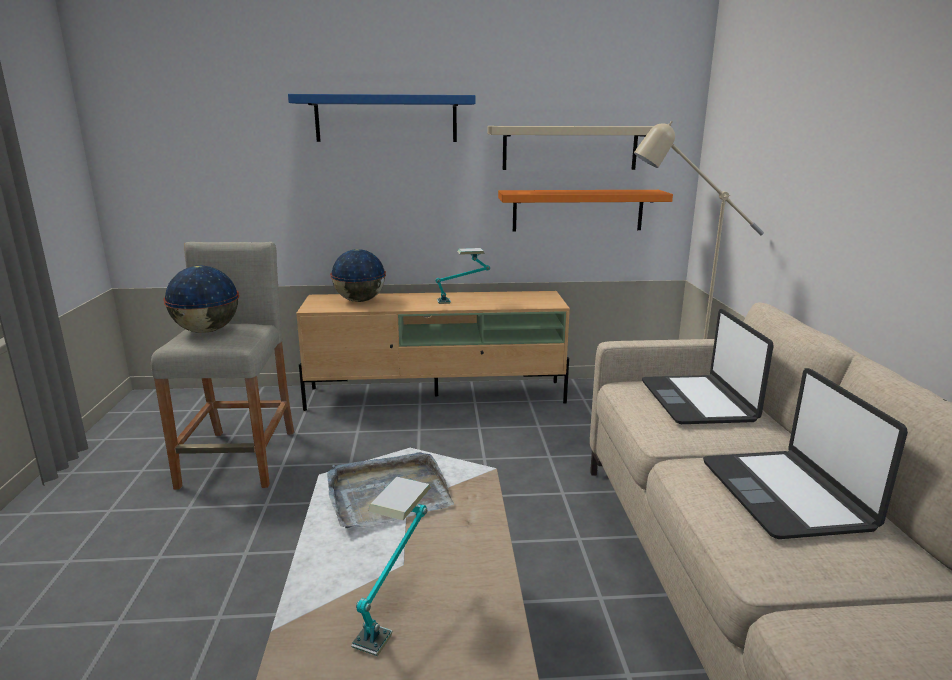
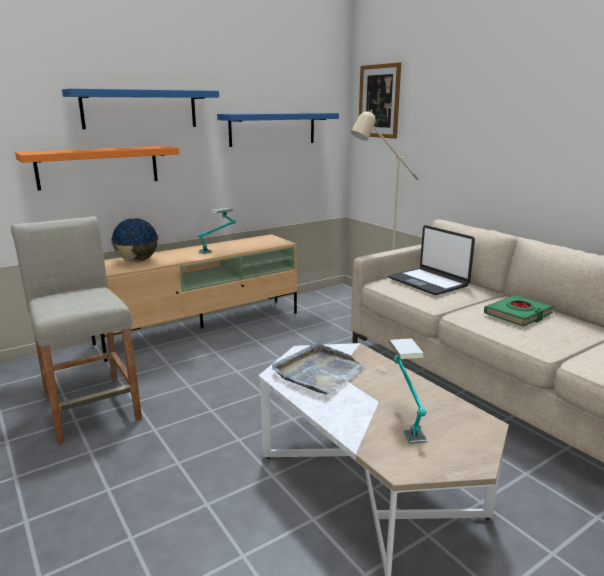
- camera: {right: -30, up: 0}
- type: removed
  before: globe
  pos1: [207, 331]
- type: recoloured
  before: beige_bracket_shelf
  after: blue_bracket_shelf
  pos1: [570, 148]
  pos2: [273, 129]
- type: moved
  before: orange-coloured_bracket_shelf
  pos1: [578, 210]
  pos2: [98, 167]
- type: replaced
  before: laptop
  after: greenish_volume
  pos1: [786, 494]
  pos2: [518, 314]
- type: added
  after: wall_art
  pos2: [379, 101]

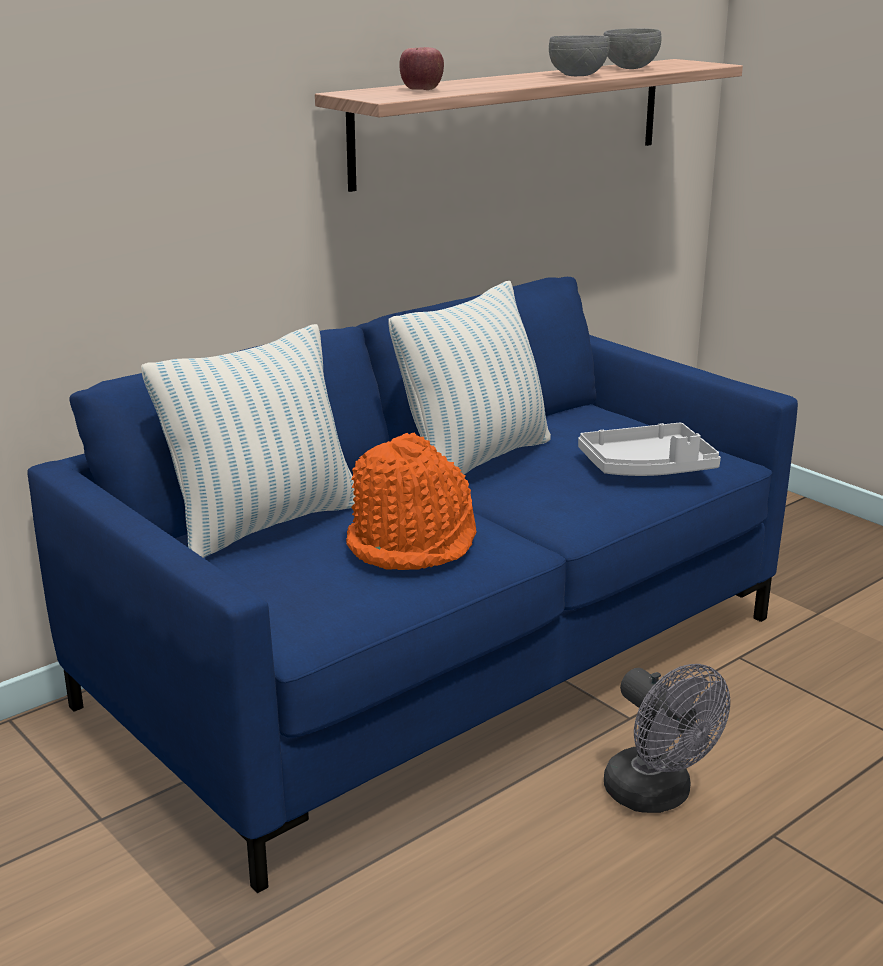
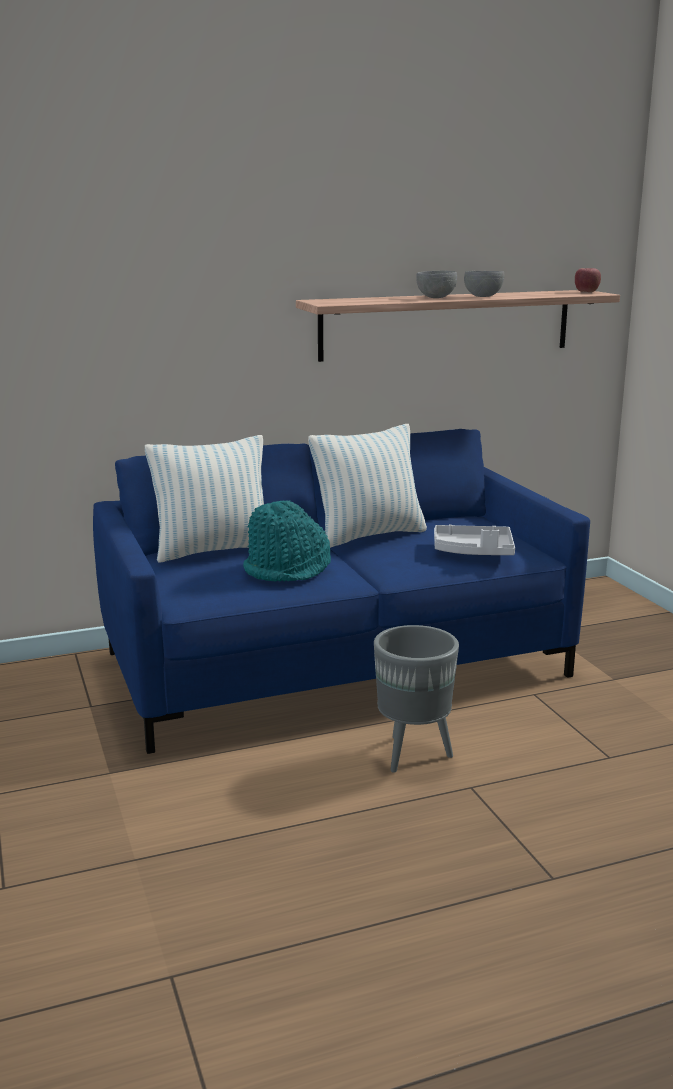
- camera: {right: 20, up: -5}
- type: recoloured
  before: orange-coloured_clothing_hat
  after: turquoise_clothing_hat
  pos1: [413, 542]
  pos2: [288, 570]
- type: moved
  before: whole_apple
  pos1: [421, 90]
  pos2: [586, 292]
- type: moved
  before: gray_bowl
  pos1: [631, 68]
  pos2: [436, 297]
- type: replaced
  before: gray_electric_fan
  after: gray_plant_pot
  pos1: [657, 796]
  pos2: [413, 754]

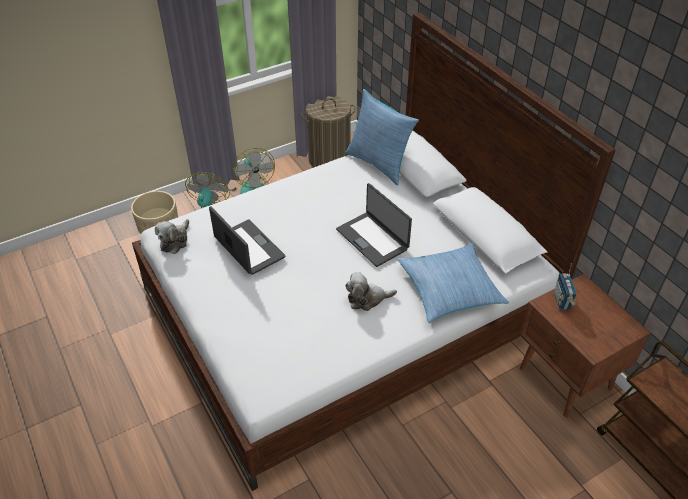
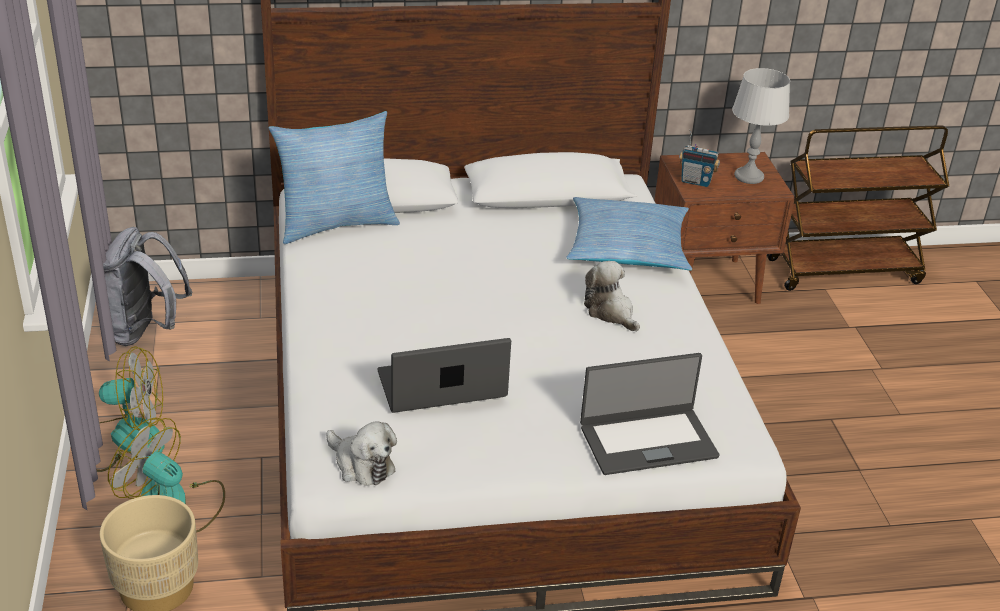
- camera: {right: -70, up: -10}
- type: replaced
  before: washing_basket
  after: gray_rucksack
  pos1: [329, 159]
  pos2: [144, 331]
- type: moved
  before: laptop
  pos1: [373, 239]
  pos2: [647, 441]
- type: turned
  before: cuddly_toy
  pos1: [367, 299]
  pos2: [611, 312]
  turn: 135
- type: added
  after: gray_lamp_for_a_table
  pos2: [749, 177]

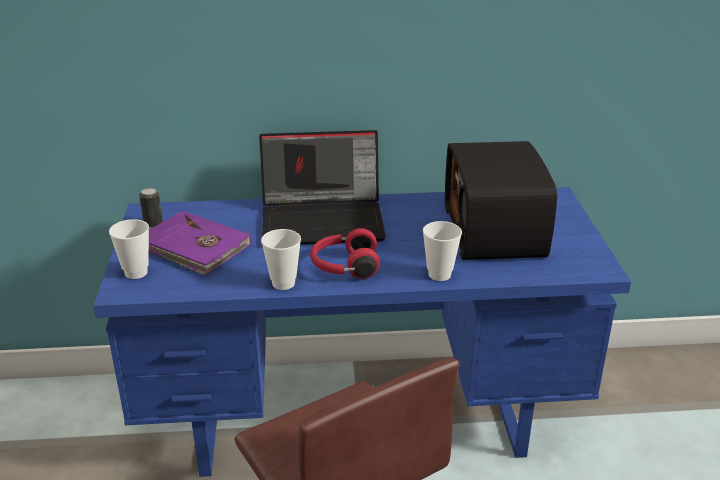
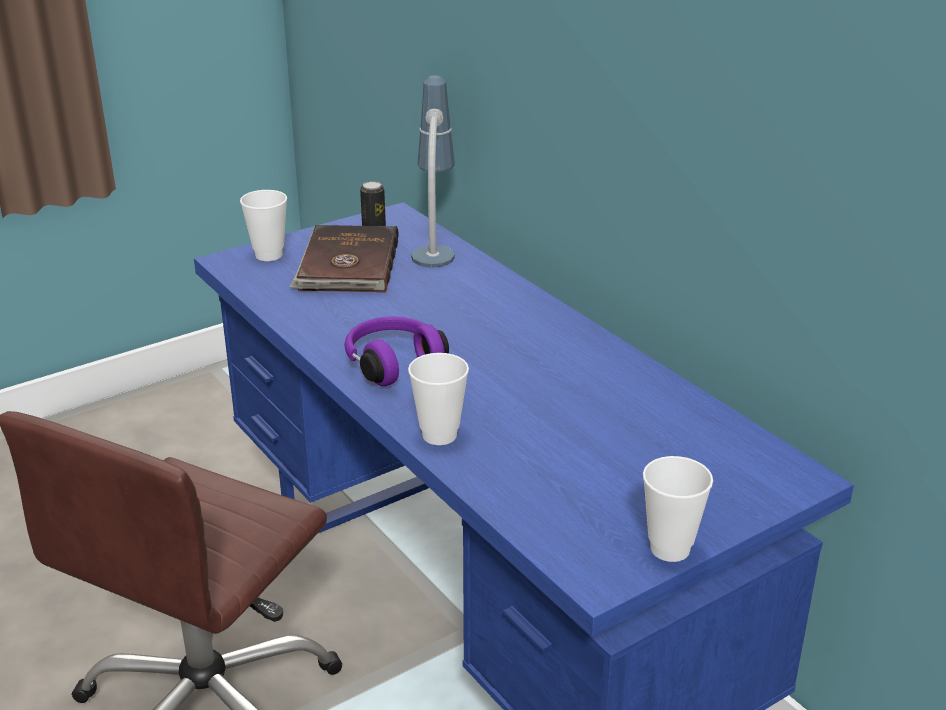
- camera: {right: 60, up: 0}
- type: recoloured
  before: purple-coloured_volume
  after: brownish_volume
  pos1: [194, 247]
  pos2: [347, 265]
- type: removed
  before: laptop
  pos1: [324, 220]
- type: moved
  before: drinking_cup
  pos1: [283, 283]
  pos2: [670, 549]
- type: recoloured
  before: red_headphones
  after: purple-coloured_headphones
  pos1: [344, 267]
  pos2: [392, 363]
- type: removed
  before: radio_set
  pos1: [496, 232]
- type: added
  after: lamp_for_a_table
  pos2: [435, 244]

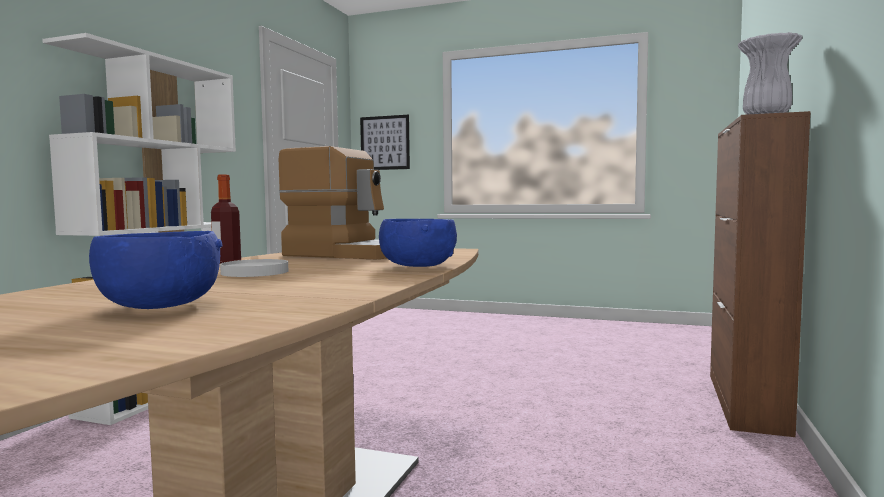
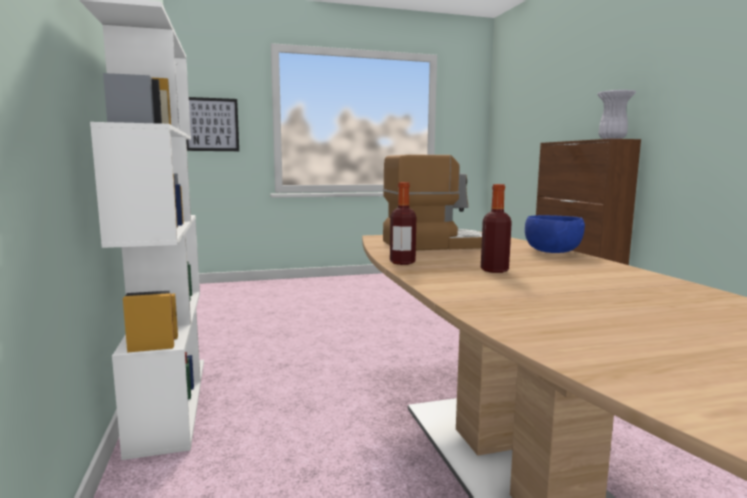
- camera: {right: -35, up: 5}
- type: removed
  before: blue_bowl
  pos1: [160, 307]
- type: replaced
  before: white-coloured_dinner_plate
  after: drink_bottle
  pos1: [254, 272]
  pos2: [494, 270]

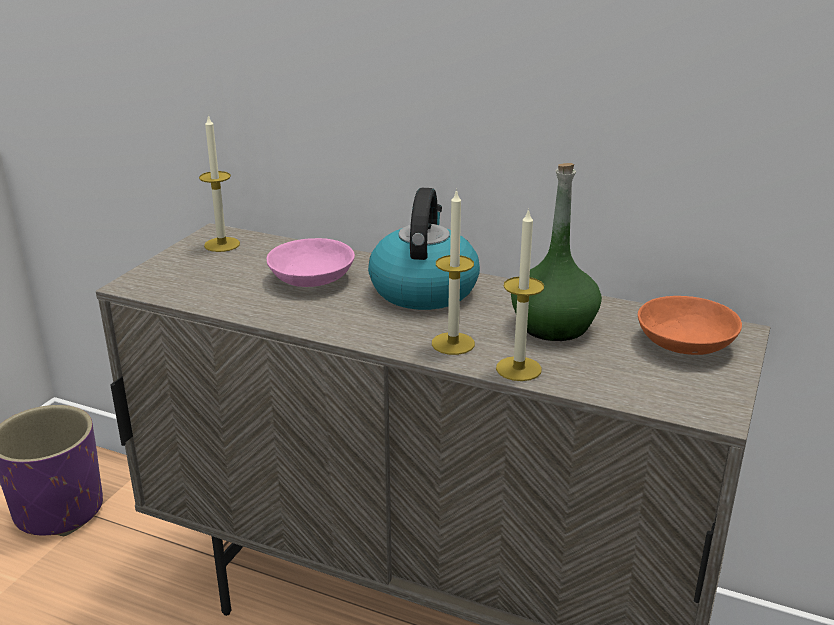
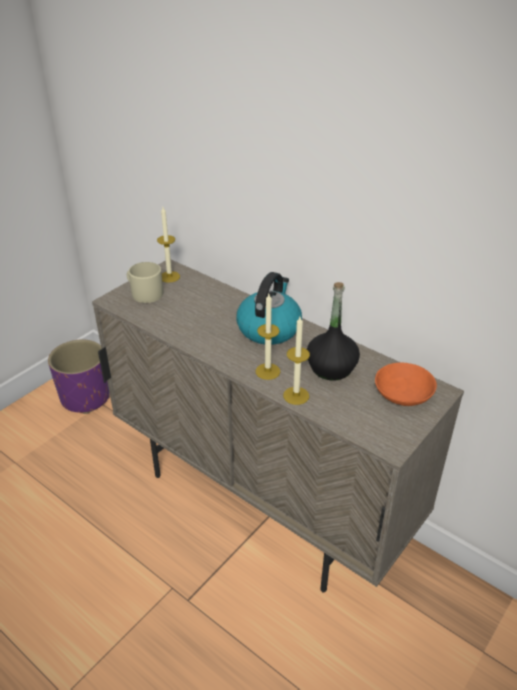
- camera: {right: 15, up: 10}
- type: removed
  before: pink-coloured_bowl
  pos1: [310, 277]
- type: recoloured
  before: greenish_drink_bottle
  after: black_drink_bottle
  pos1: [553, 325]
  pos2: [331, 368]
- type: added
  after: beige_tea_mug
  pos2: [144, 293]

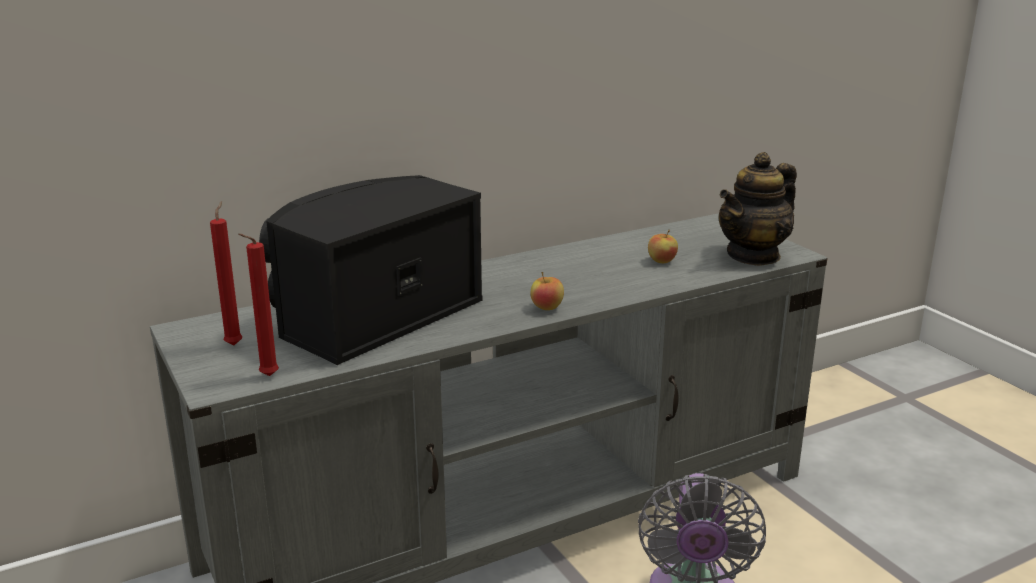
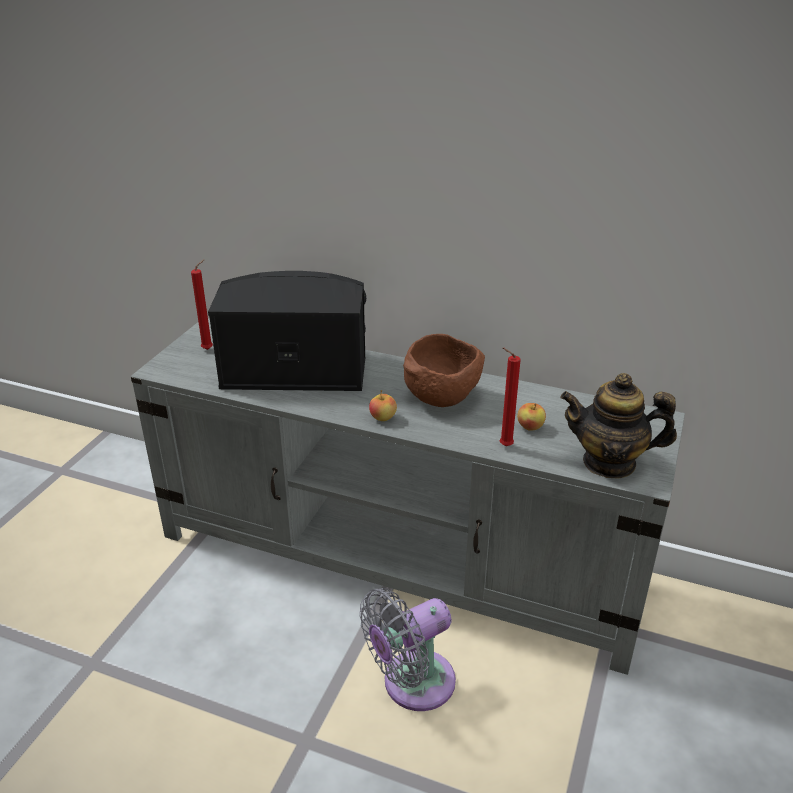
- camera: {right: 50, up: 10}
- type: moved
  before: red_candle
  pos1: [266, 377]
  pos2: [503, 446]
- type: added
  after: brownish_bowl
  pos2: [442, 397]

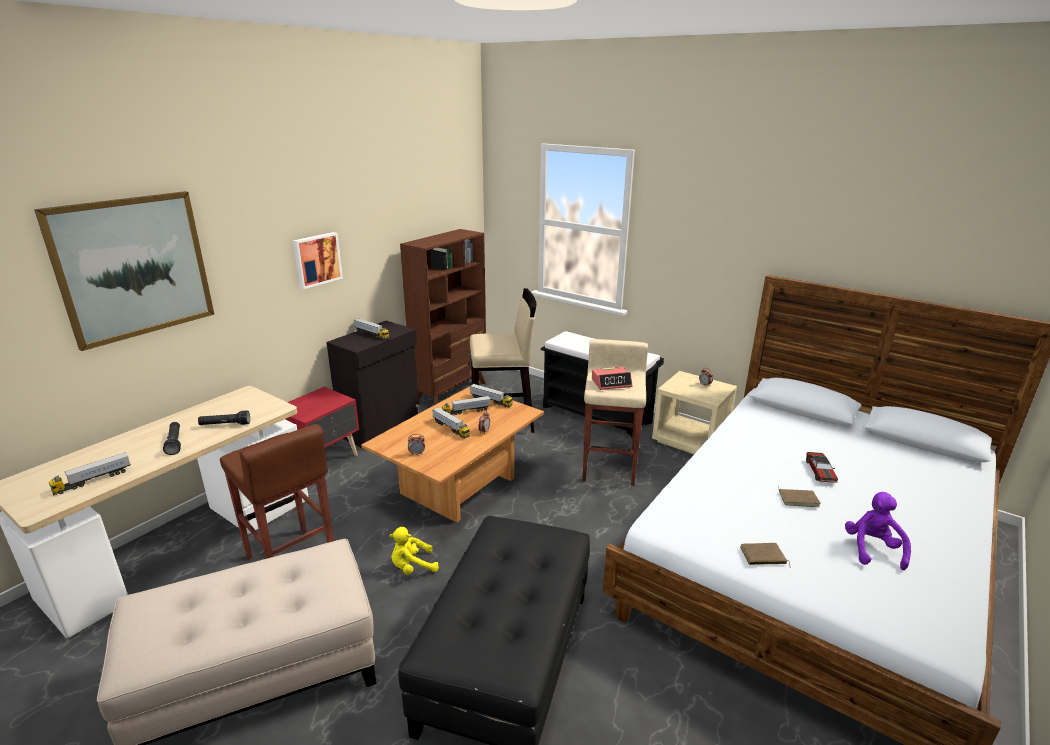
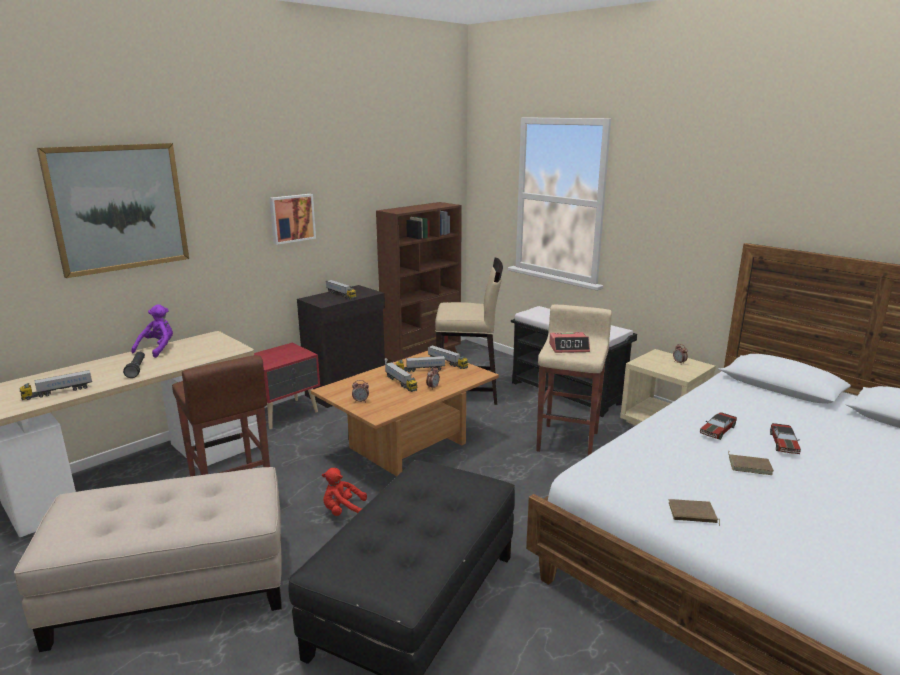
- camera: {right: 10, up: -5}
- type: removed
  before: black_flashlight
  pos1: [225, 425]
- type: recoloured
  before: yellow-coloured_cuddly_toy
  after: red_cuddly_toy
  pos1: [412, 567]
  pos2: [344, 511]
- type: moved
  before: purple-coloured_cuddly_toy
  pos1: [872, 549]
  pos2: [158, 349]
- type: added
  after: miniature_car
  pos2: [717, 430]

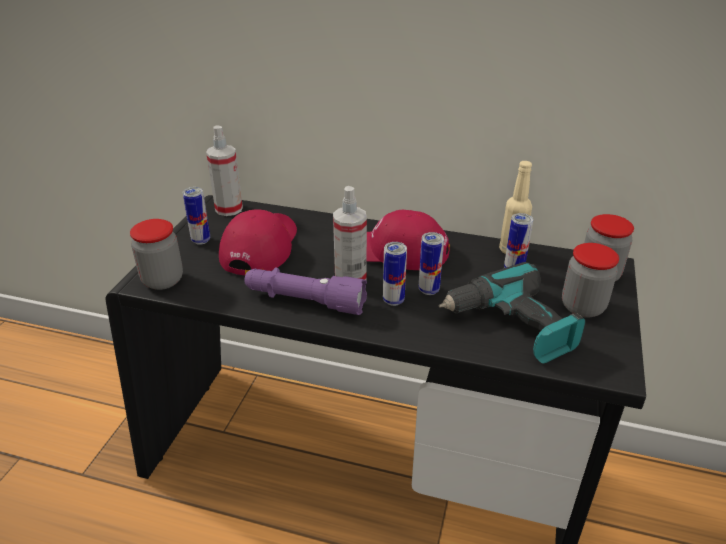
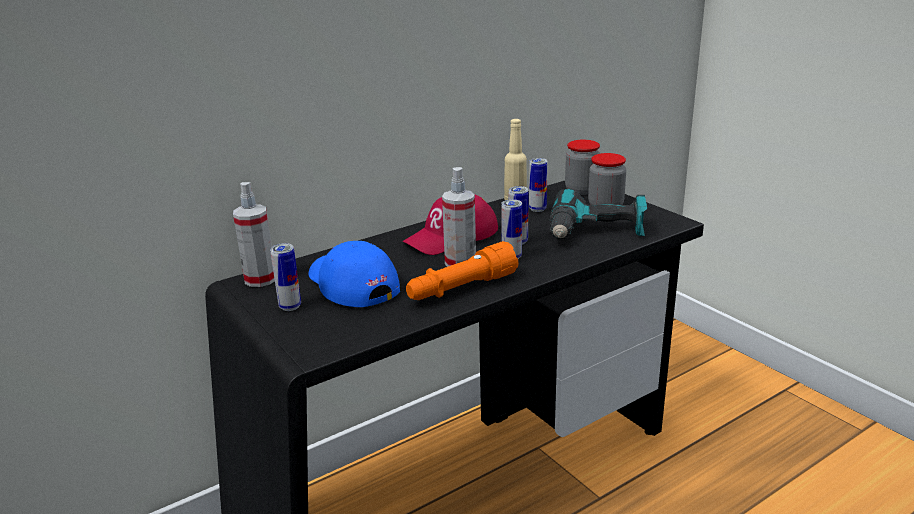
- camera: {right: -50, up: -10}
- type: removed
  before: jar
  pos1: [162, 280]
- type: recoloured
  before: red_peaked_cap
  after: blue_peaked_cap
  pos1: [260, 247]
  pos2: [351, 284]
- type: recoloured
  before: purple-coloured_flashlight
  after: orange-coloured_flashlight
  pos1: [304, 301]
  pos2: [461, 289]

